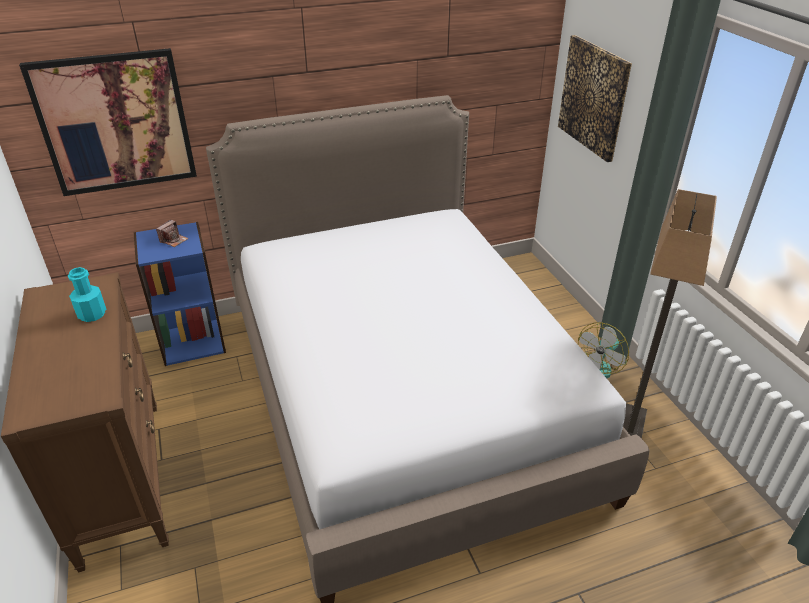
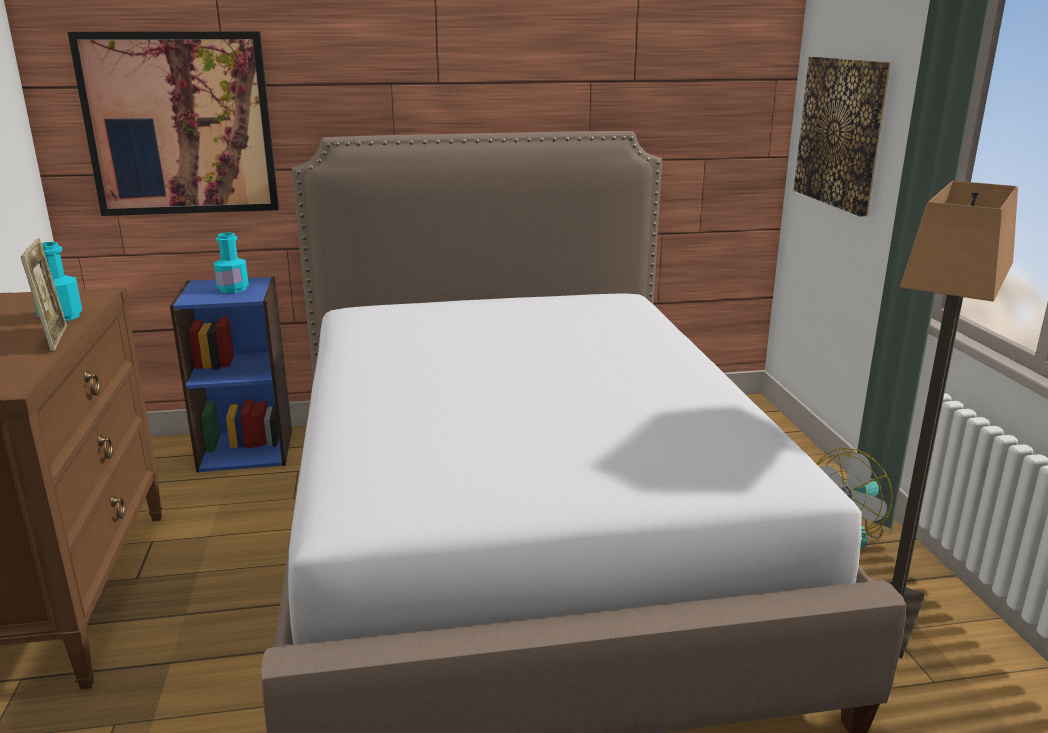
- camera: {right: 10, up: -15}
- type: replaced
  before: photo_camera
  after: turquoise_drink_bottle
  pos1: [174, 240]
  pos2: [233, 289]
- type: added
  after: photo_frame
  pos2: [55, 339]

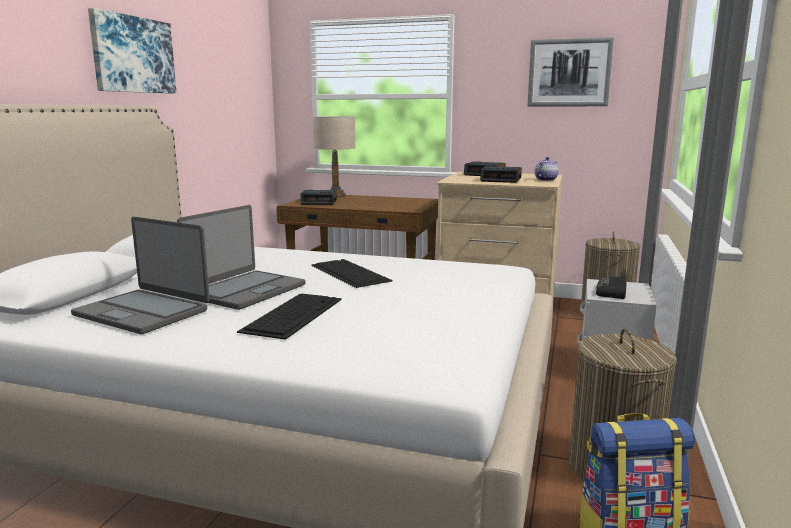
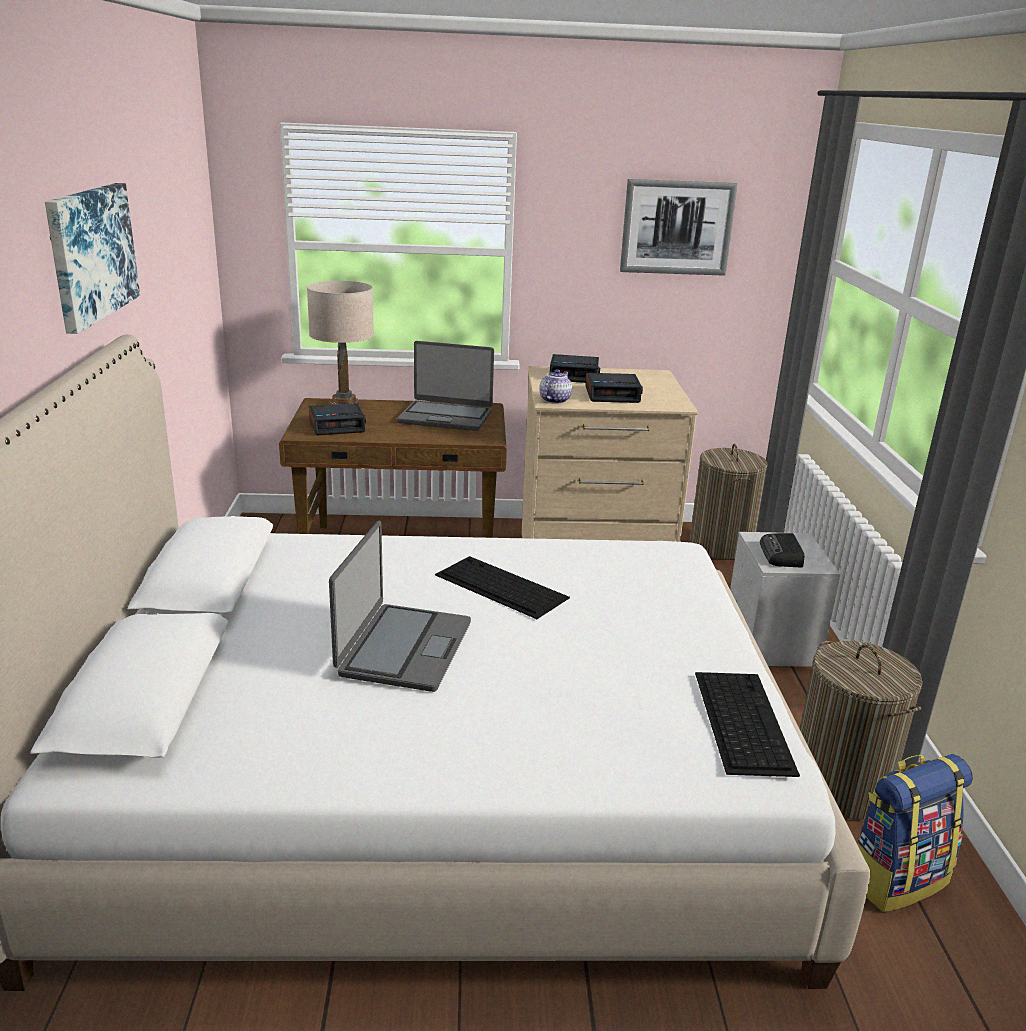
- camera: {right: -20, up: 10}
- type: moved
  before: laptop
  pos1: [143, 312]
  pos2: [445, 417]
- type: moved
  before: keyboard
  pos1: [293, 314]
  pos2: [742, 720]
- type: moved
  before: teapot
  pos1: [545, 180]
  pos2: [555, 400]

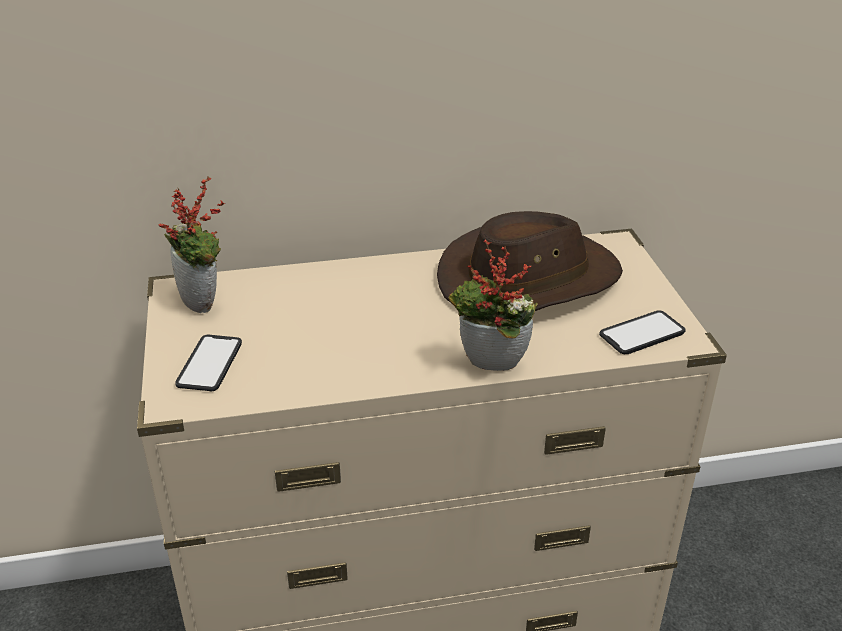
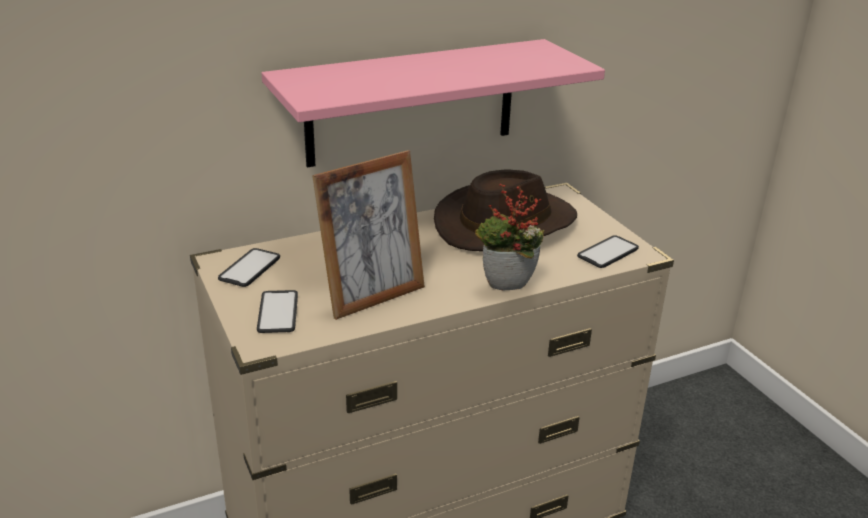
- camera: {right: -15, up: -5}
- type: replaced
  before: potted_plant
  after: telephone
  pos1: [204, 302]
  pos2: [249, 268]
- type: added
  after: pink-coloured_bracket_shelf
  pos2: [412, 102]
- type: added
  after: photo_frame
  pos2: [372, 296]

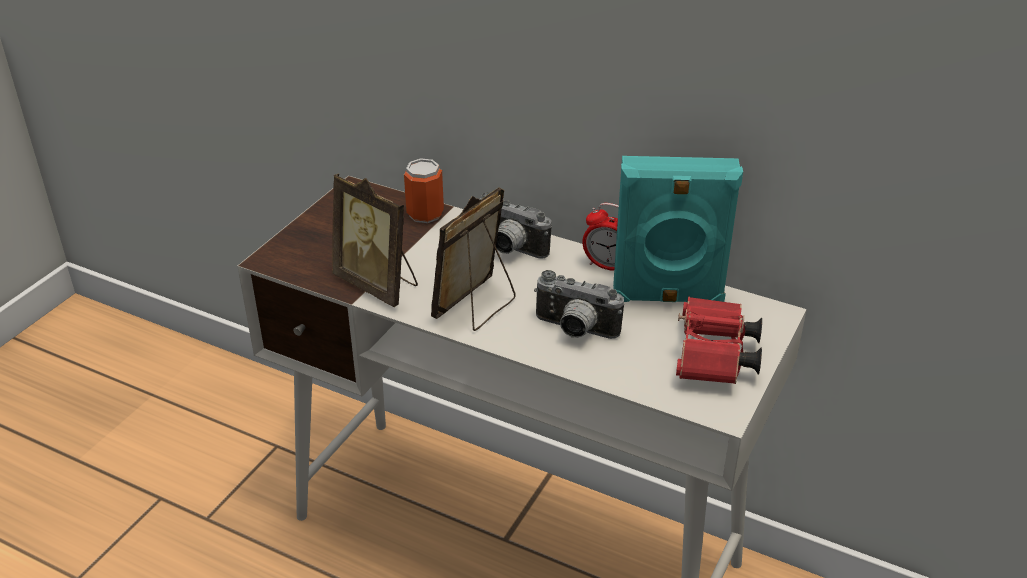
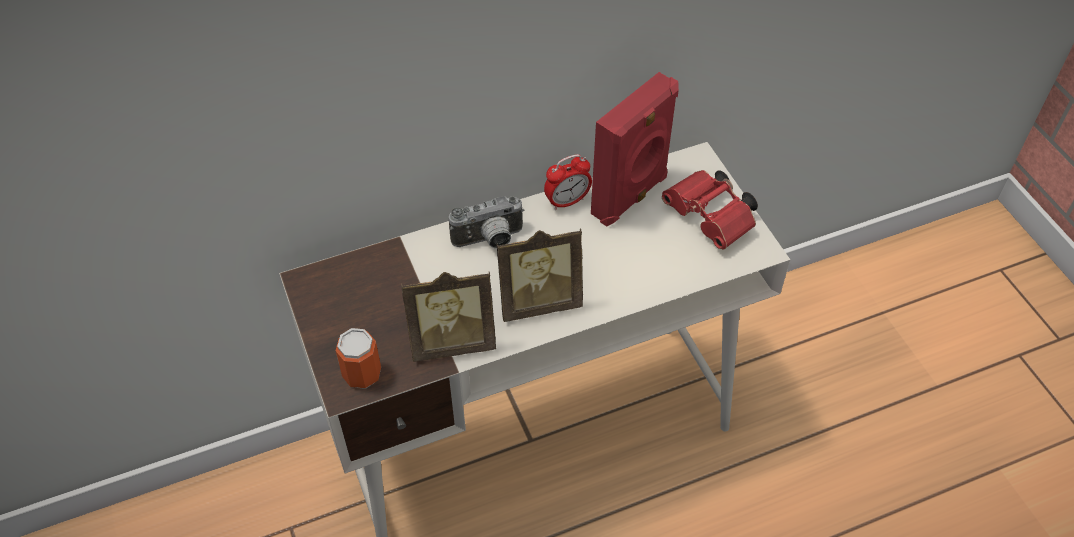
- camera: {right: -50, up: 15}
- type: moved
  before: sealed_can
  pos1: [425, 214]
  pos2: [362, 374]
- type: turned
  before: photo_frame
  pos1: [477, 307]
  pos2: [538, 301]
  turn: -90
- type: removed
  before: photo_camera
  pos1: [574, 330]
- type: recoloured
  before: turquoise_loudspeaker
  after: red_loudspeaker
  pos1: [667, 298]
  pos2: [631, 197]

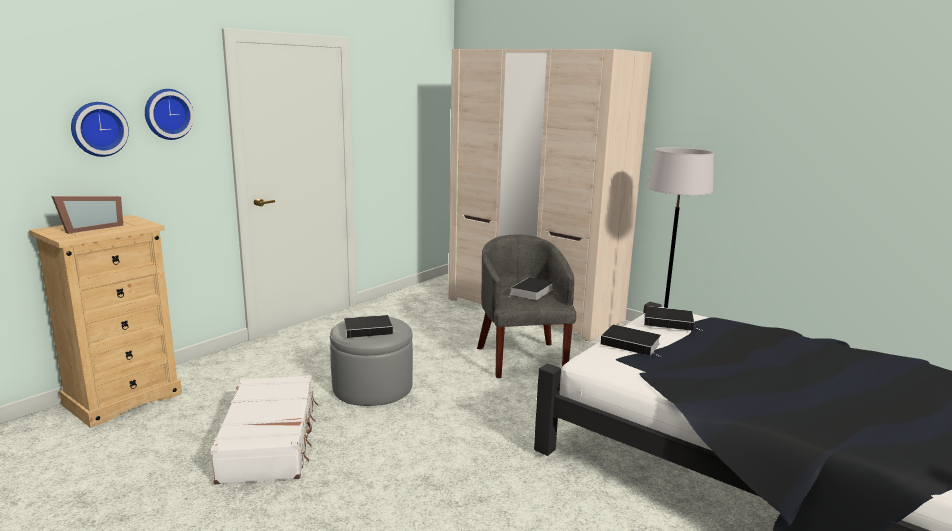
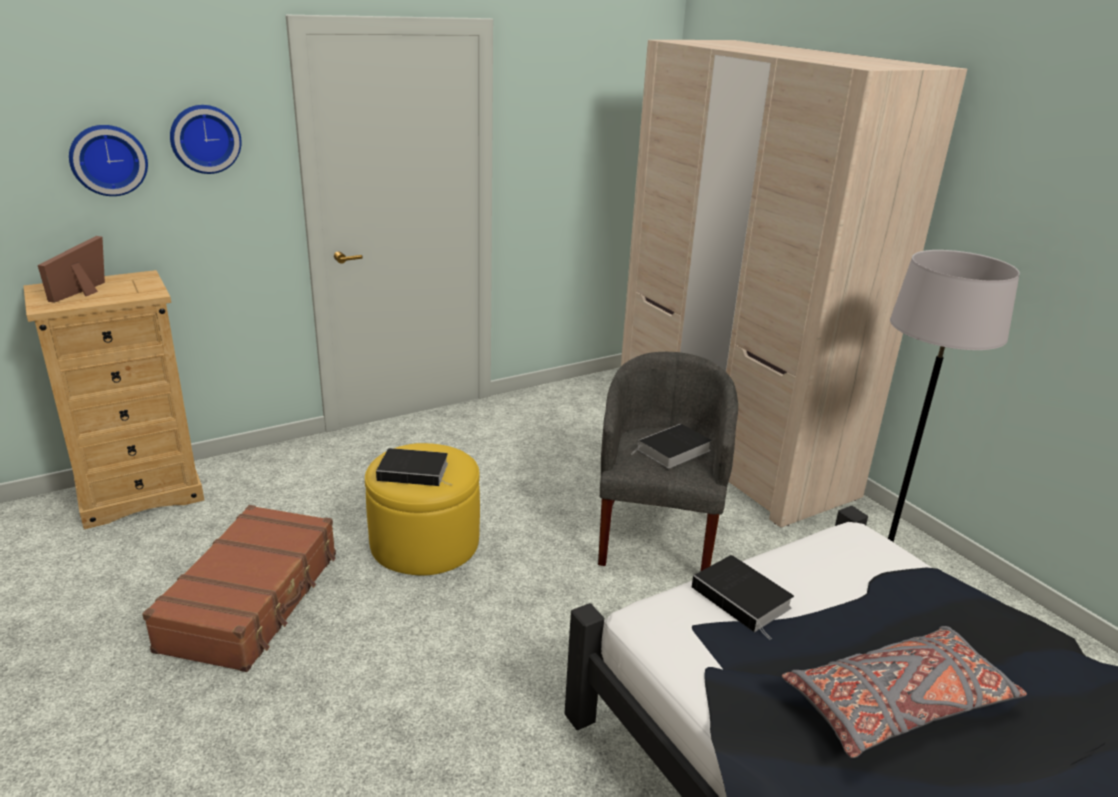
- camera: {right: 20, up: 10}
- type: turned
  before: photo_frame
  pos1: [90, 228]
  pos2: [85, 291]
  turn: 135
- type: recoloured
  before: white-coloured_suitcase
  after: brownish_suitcase
  pos1: [270, 441]
  pos2: [253, 600]
- type: recoloured
  before: gray_pouffe
  after: yellow-coloured_pouffe
  pos1: [372, 387]
  pos2: [425, 542]
- type: removed
  before: volume
  pos1: [669, 322]
- type: added
  after: gray_pillow
  pos2: [898, 705]

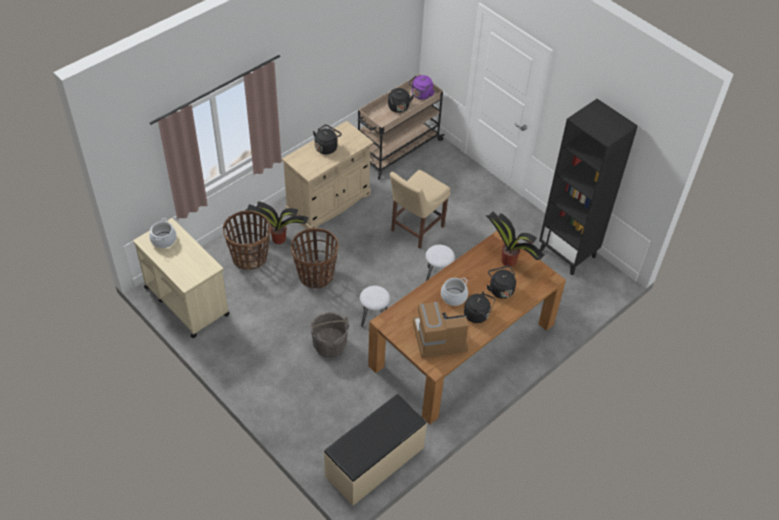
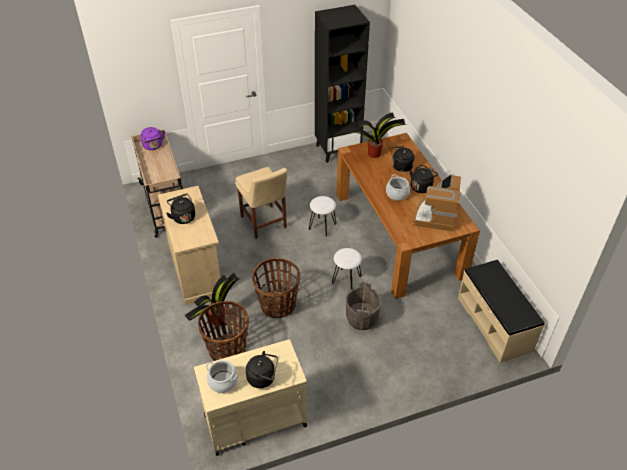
- camera: {right: -65, up: -5}
- type: moved
  before: black_water_kettle
  pos1: [399, 108]
  pos2: [263, 378]

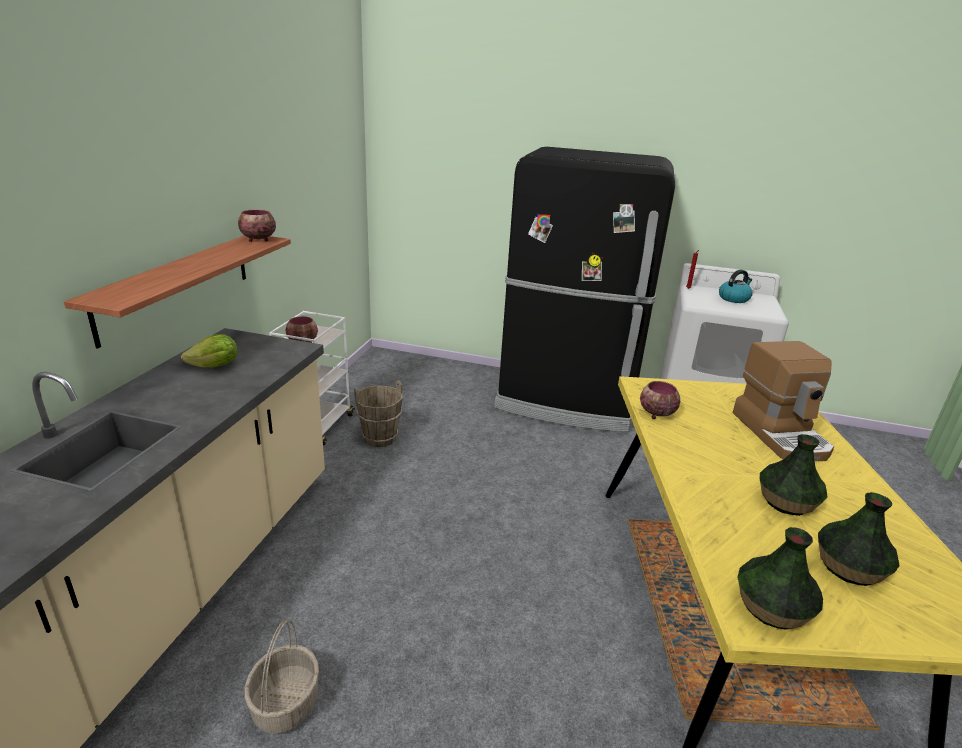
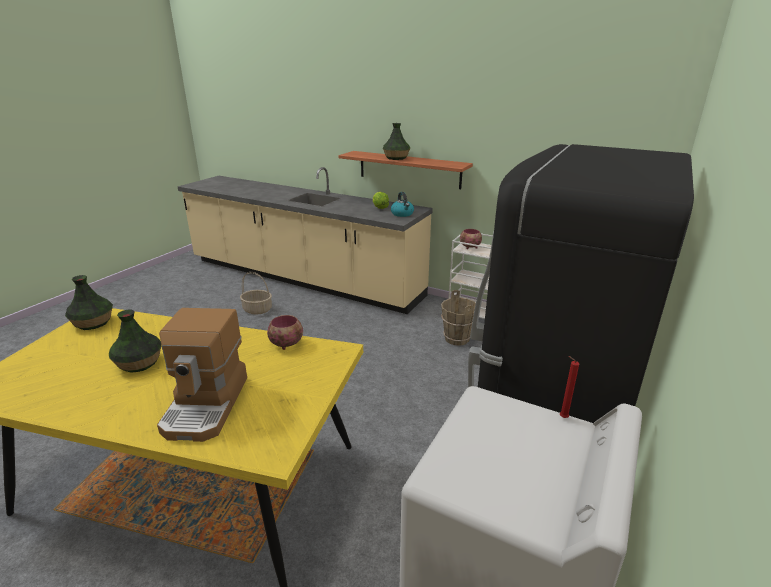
- camera: {right: 105, up: 0}
- type: removed
  before: bowl
  pos1: [258, 239]
- type: moved
  before: water_kettle
  pos1: [734, 298]
  pos2: [402, 214]
- type: turned
  before: coffee_maker
  pos1: [781, 434]
  pos2: [207, 405]
  turn: -90
- type: moved
  before: flower_vase
  pos1: [848, 567]
  pos2: [396, 158]

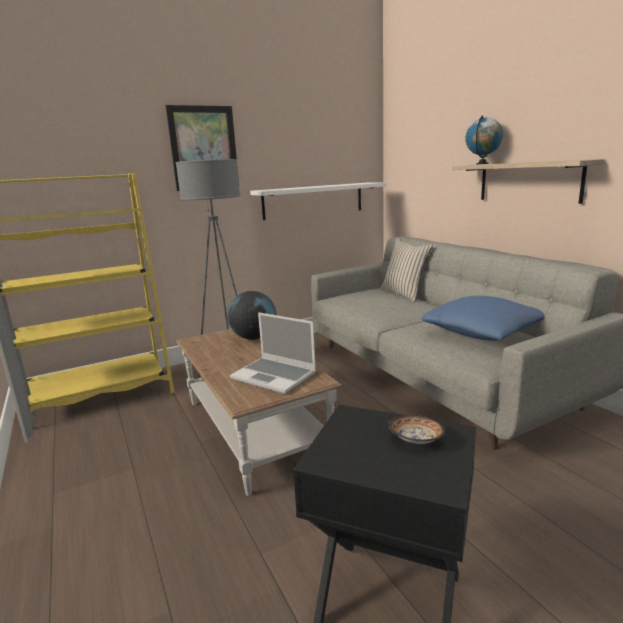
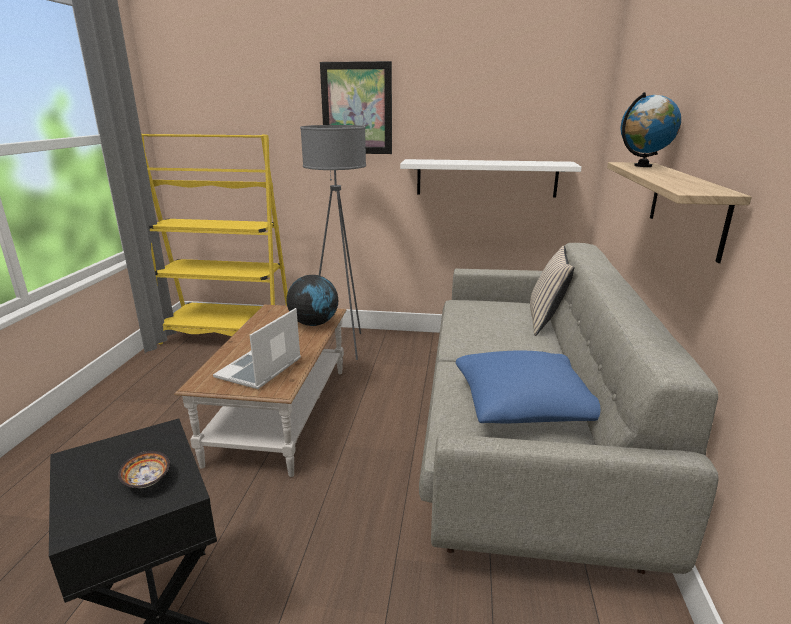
- camera: {right: 35, up: 5}
- type: turned
  before: laptop
  pos1: [275, 376]
  pos2: [259, 369]
  turn: 45

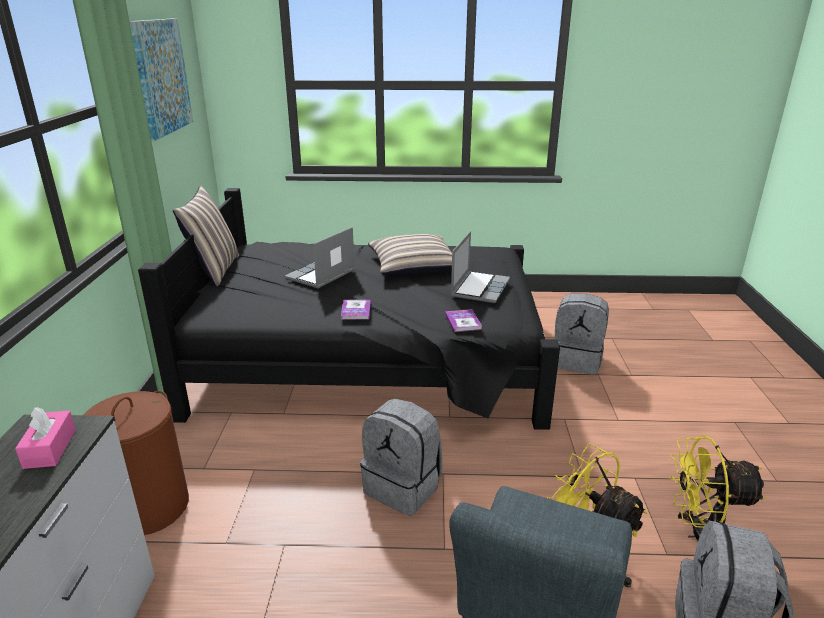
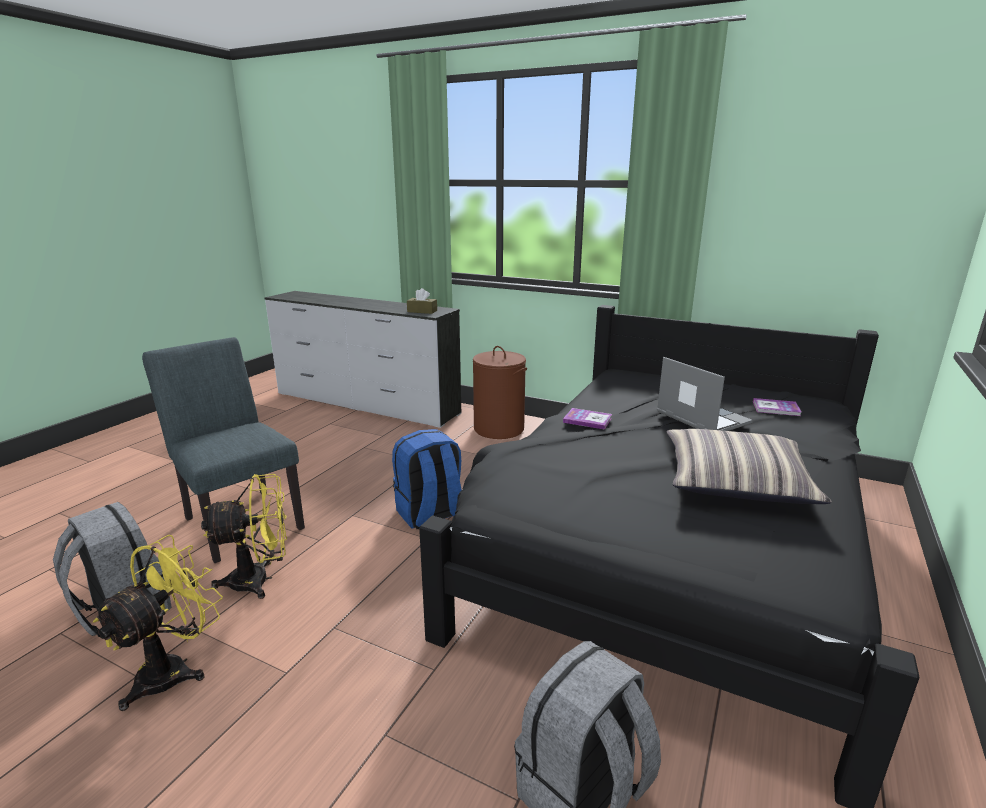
- camera: {right: 115, up: -5}
- type: recoloured
  before: pink-coloured_tissue_box
  after: brownish_tissue_box
  pos1: [50, 448]
  pos2: [422, 311]
- type: removed
  before: wall_art
  pos1: [160, 77]
- type: removed
  before: pillow
  pos1: [214, 270]
- type: recoloured
  before: gray_rucksack
  after: blue_rucksack
  pos1: [404, 487]
  pos2: [430, 514]
- type: moved
  before: volume
  pos1: [463, 322]
  pos2: [776, 408]
- type: removed
  before: laptop
  pos1: [479, 288]

